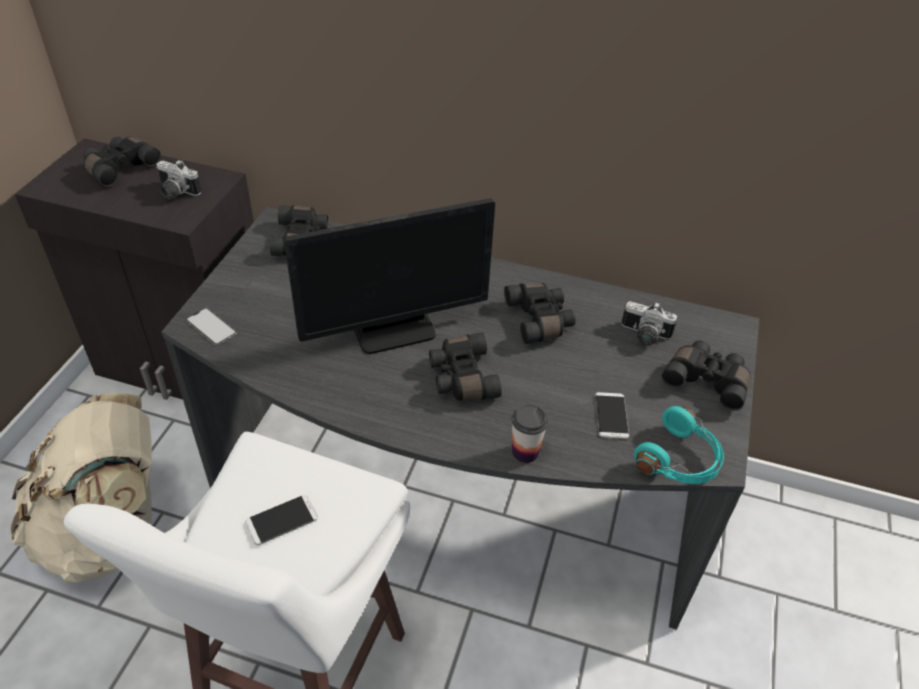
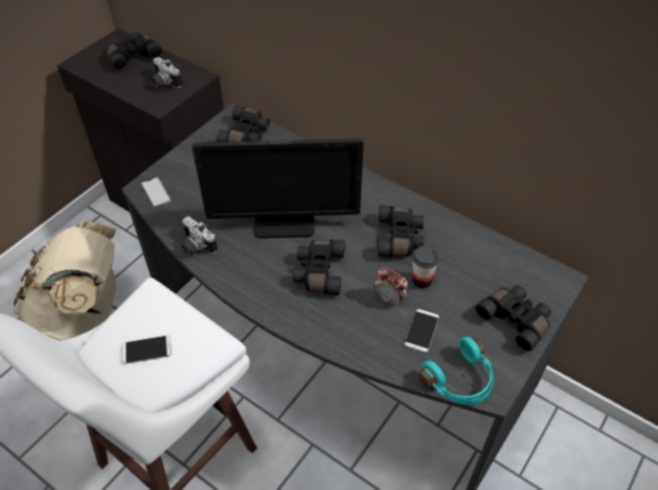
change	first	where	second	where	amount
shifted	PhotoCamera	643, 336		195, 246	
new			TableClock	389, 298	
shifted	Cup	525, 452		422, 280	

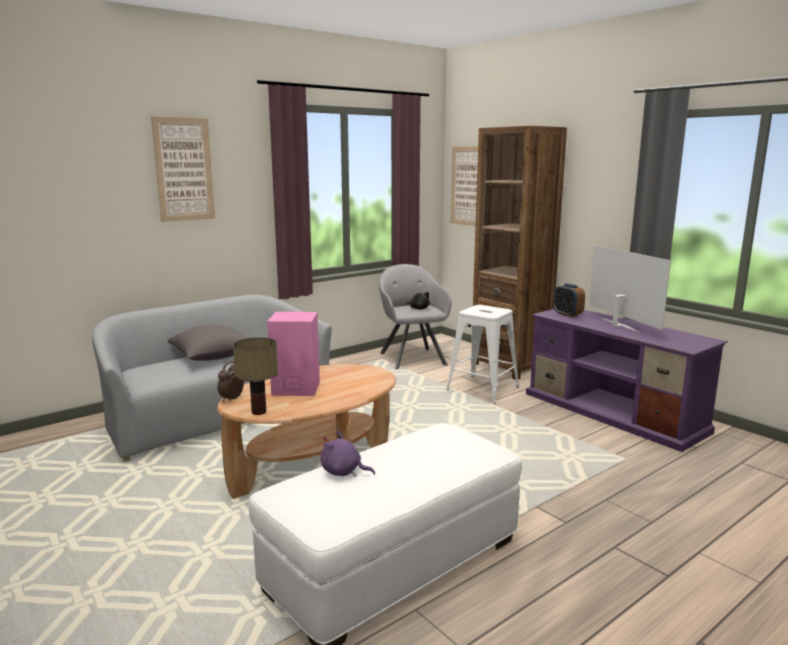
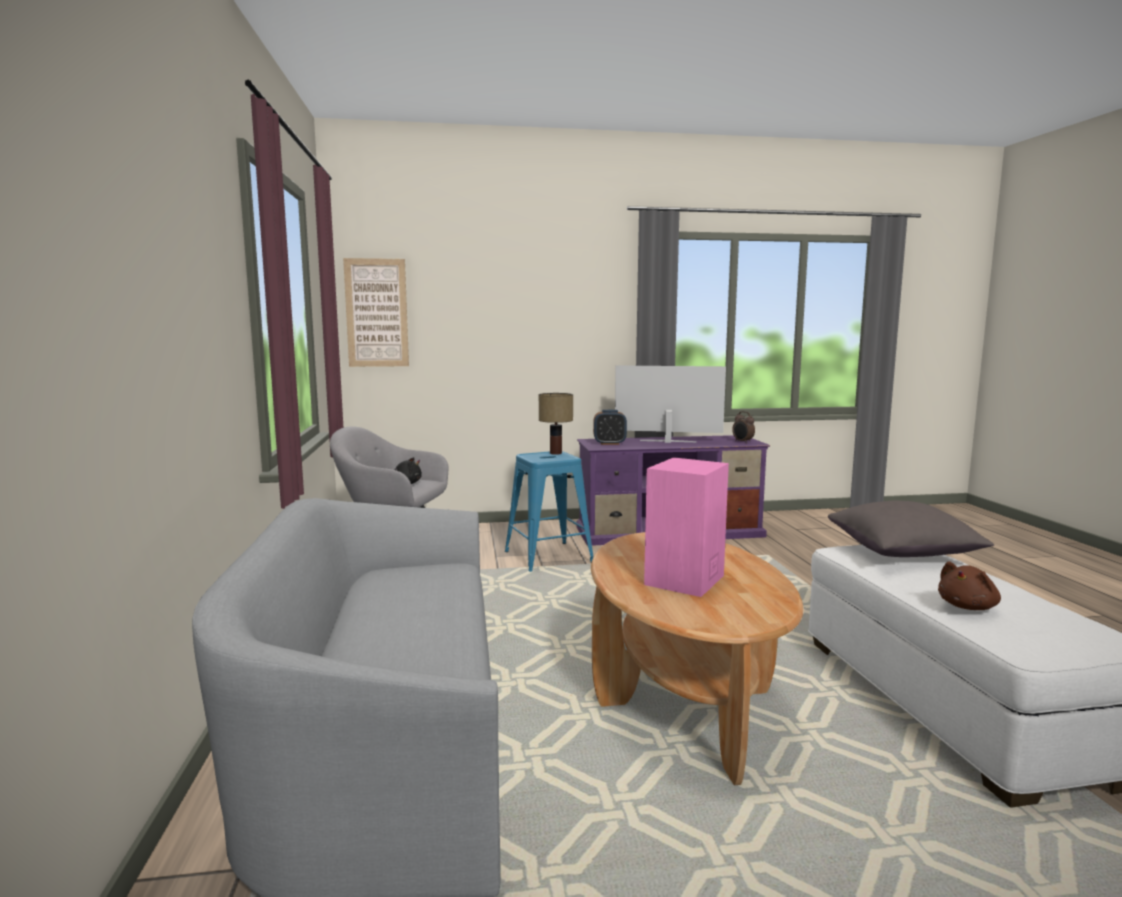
change	first	where	second	where	amount
repainted	WhiteColouredStoolSeat	482, 389	BlueColouredStoolSeat	548, 557	
shifted	TabletopLamp	258, 412		555, 453	
shifted	TableClock	231, 399		742, 442	
shifted	GreyishThrowPillow	211, 357		903, 552	
repainted	PurpleSoftToy	343, 472	BrownishSoftToy	968, 607	
gone	Picture	184, 169			
gone	BrownishBookcase	510, 366			

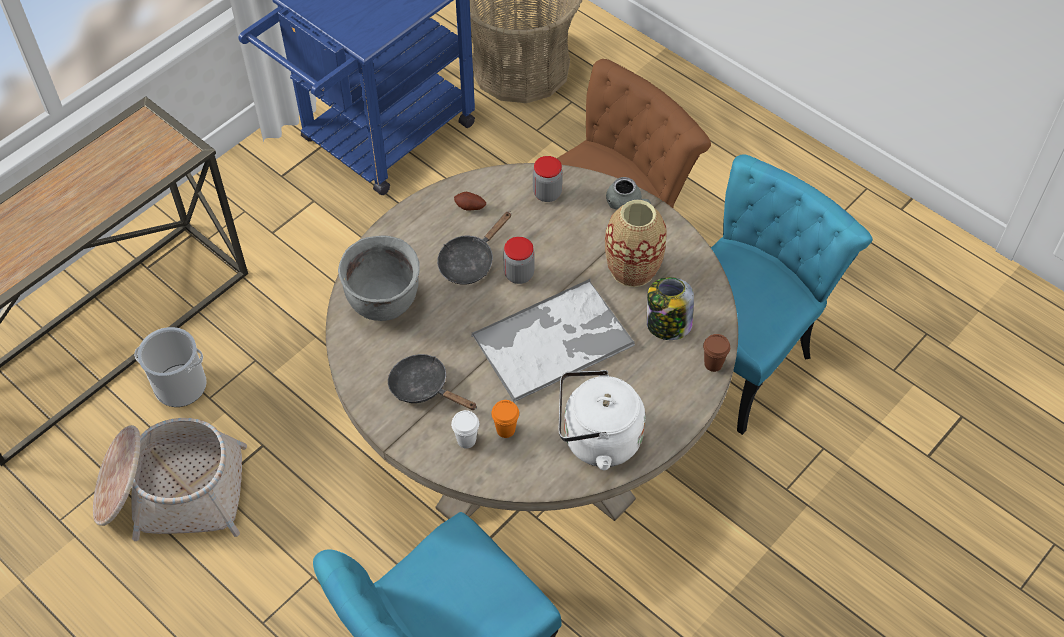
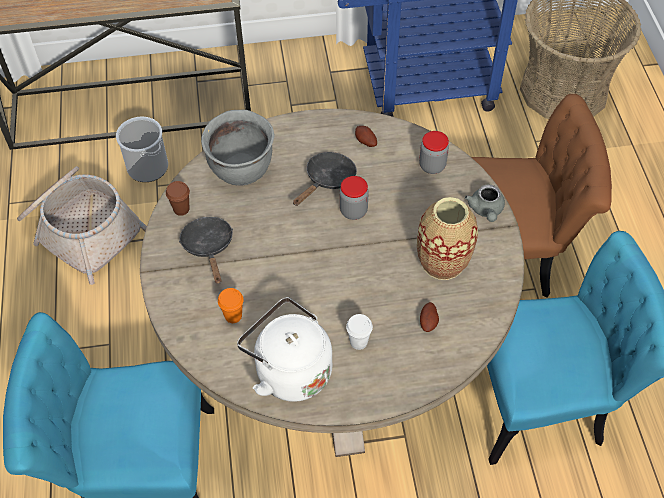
change	first	where	second	where	amount
shifted	BrownishCup	713, 364		181, 209	
rotated	BlackSkillet	470, 261		327, 180	135 degrees clockwise
shifted	WhiteColouredCup	466, 440		358, 342	
swapped	PreserveJar	667, 325	Potato	428, 322	
gone	CarryingTray	554, 340			

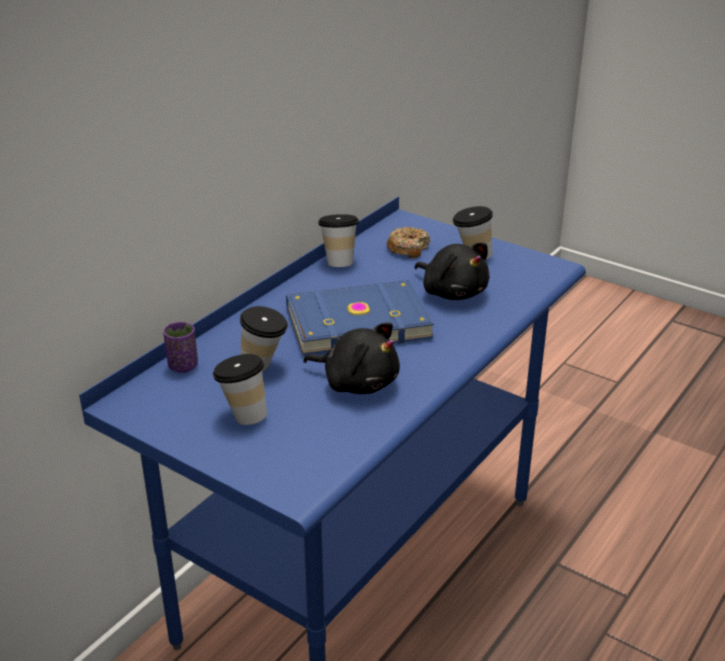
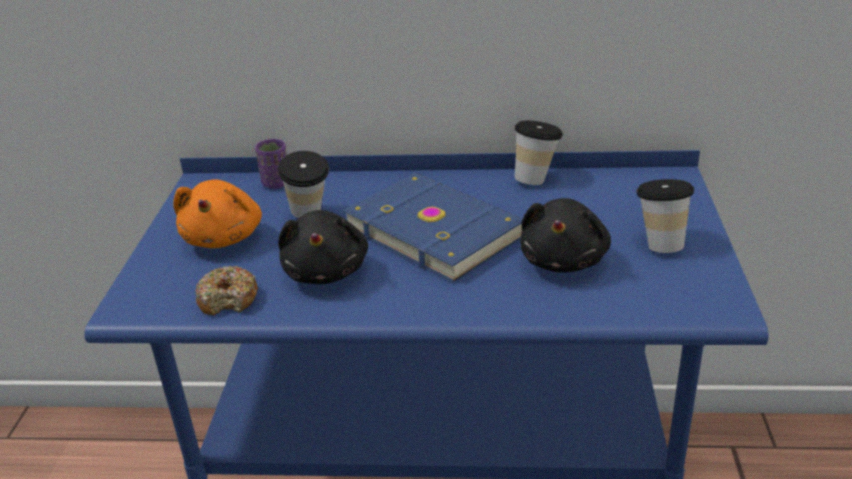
change	first	where	second	where	amount
swapped	Cup	243, 415	OrangeSoftToy	224, 237	
shifted	Donut	408, 248		228, 299	

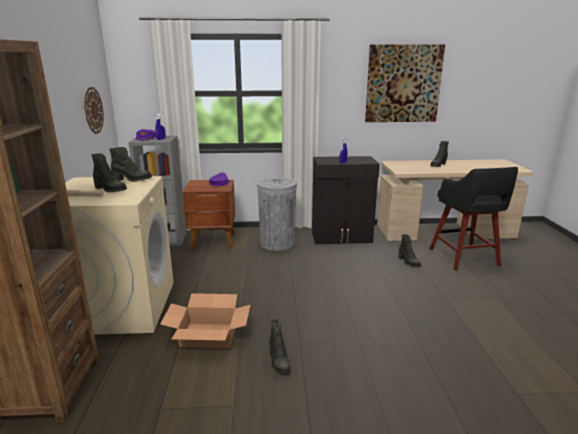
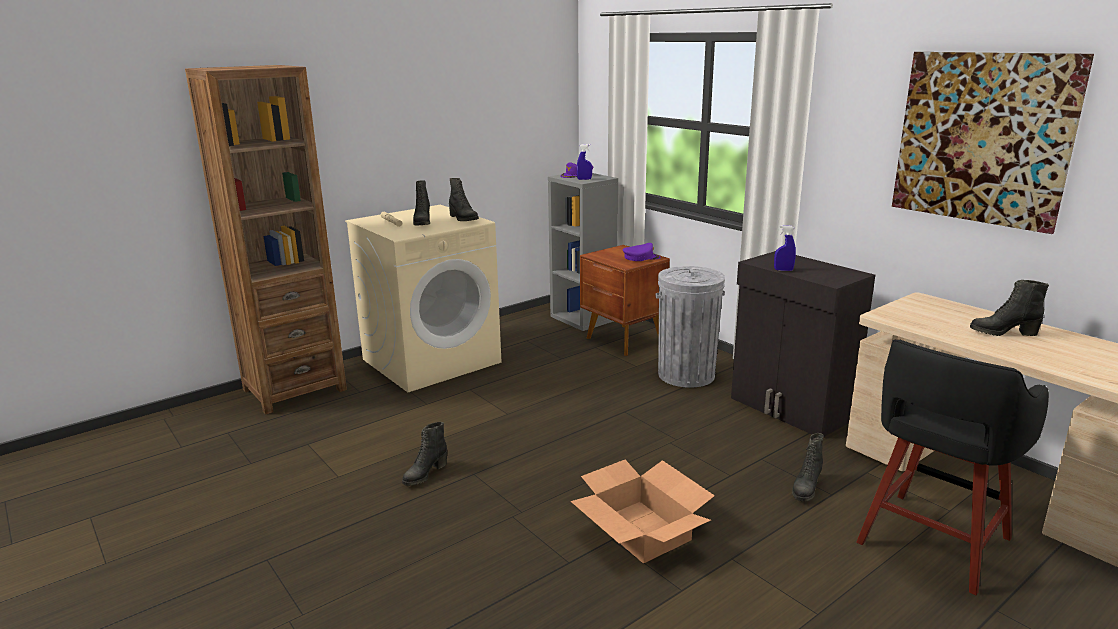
change	first	where	second	where	amount
shifted	CardboardBox	208, 335		641, 531	
gone	HangingClock	93, 110			

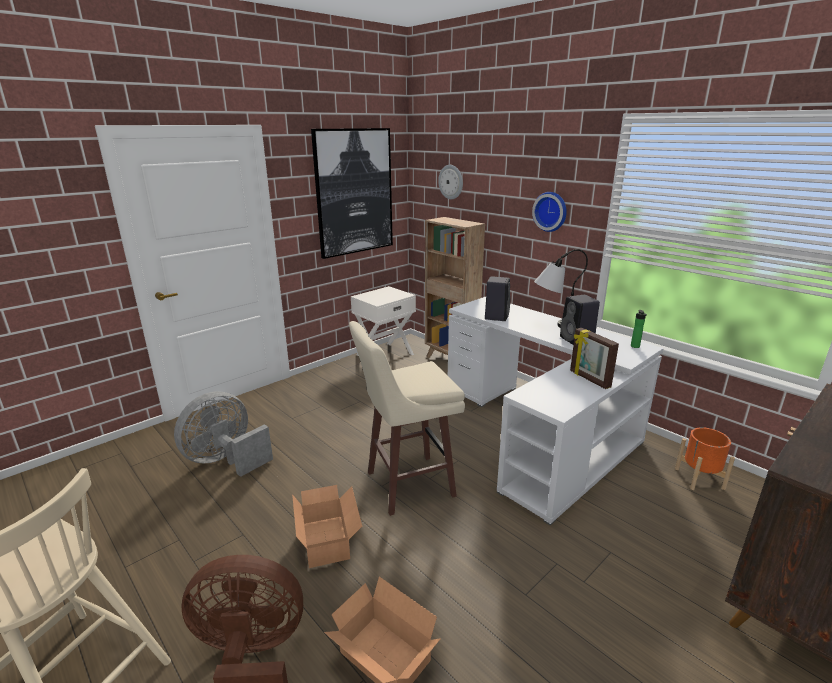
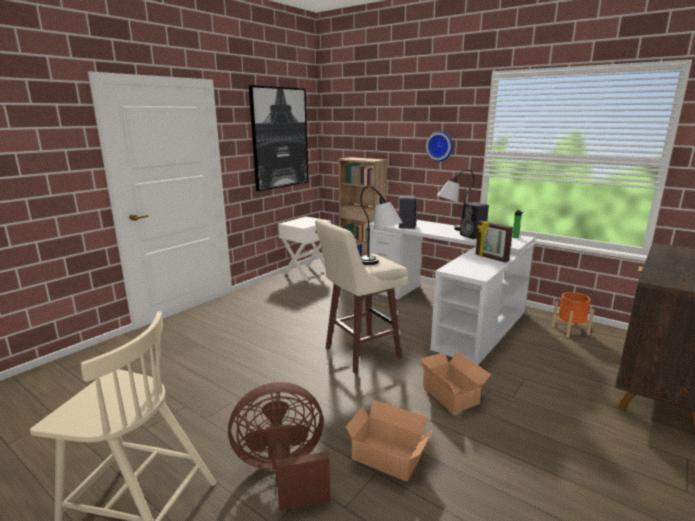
change	first	where	second	where	amount
new			TabletopLamp	379, 265	
shifted	CardboardBox	328, 539		451, 394	
gone	GreyishElectricFan	226, 460			
gone	HangingClock	451, 182			

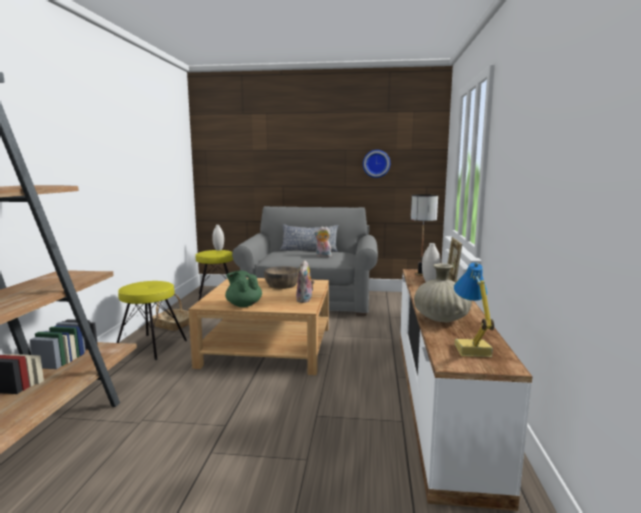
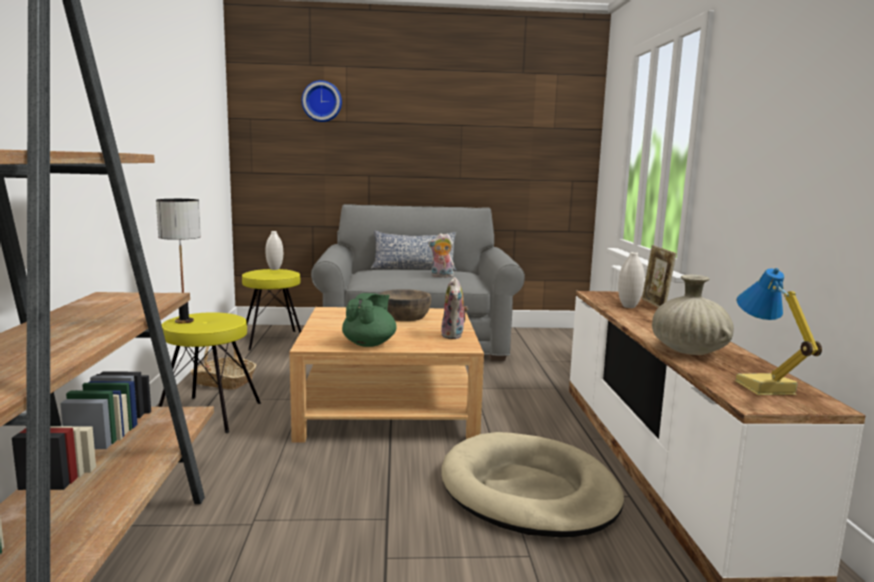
change	first	where	second	where	amount
shifted	TabletopLamp	421, 274		185, 321	
shifted	HangingClock	376, 163		322, 101	
rotated	GreenColouredTeapot	243, 305		369, 344	75 degrees clockwise
new			BeigePetBed	528, 491	

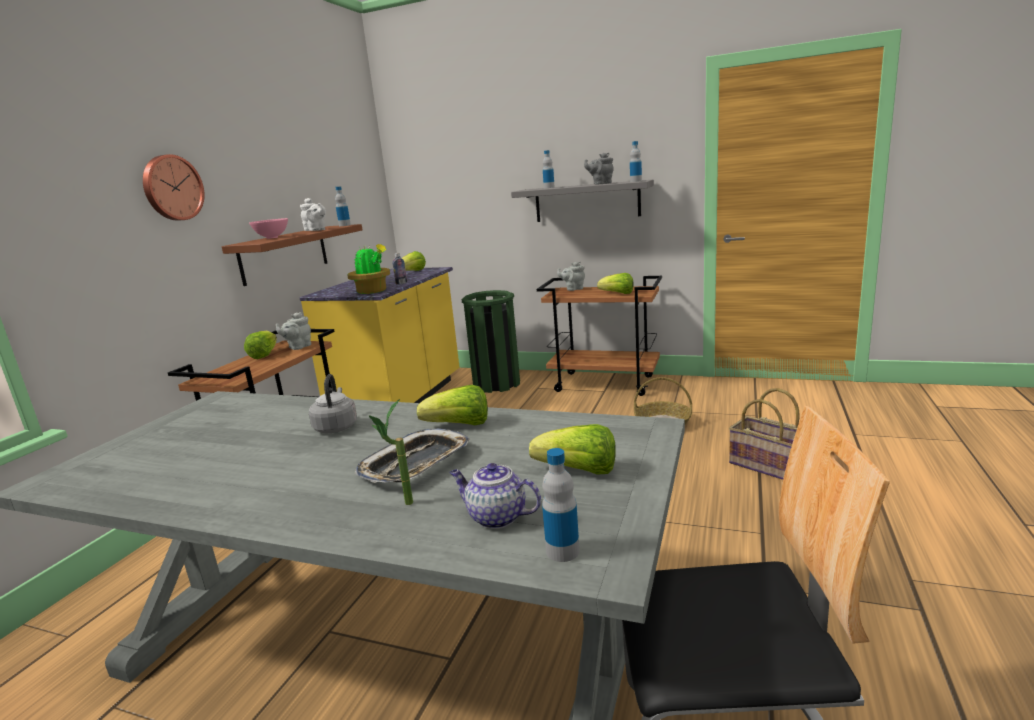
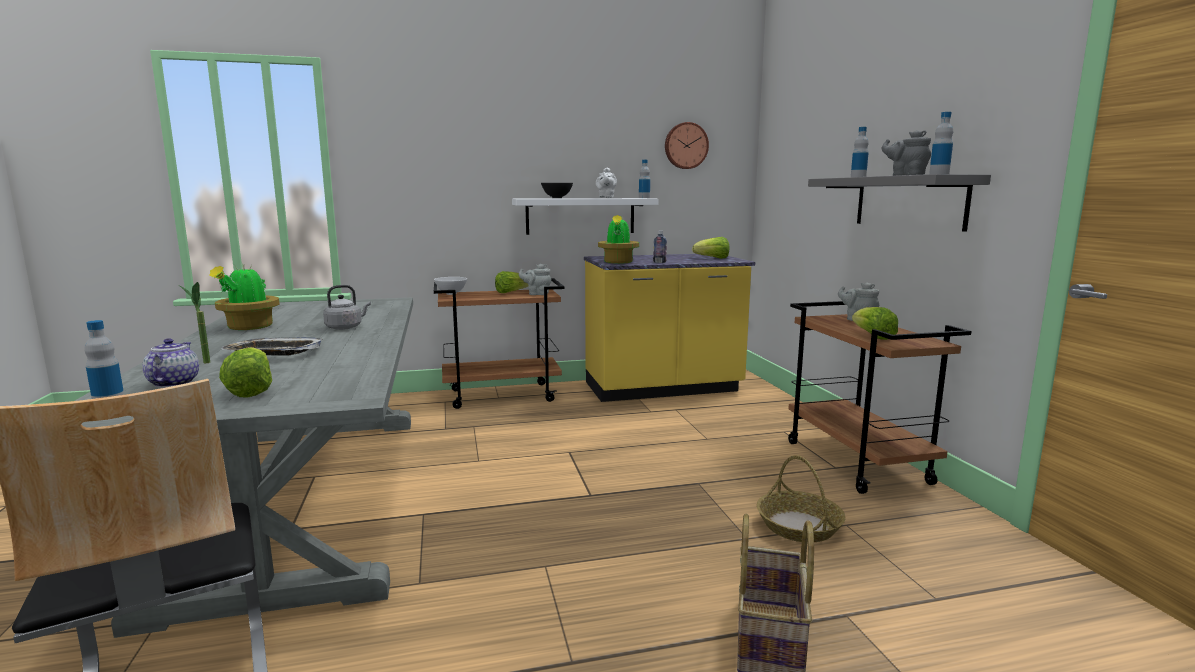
change	first	where	second	where	amount
new			PottedPlant	249, 327	
new			WhiteColouredBowl	451, 293	
repainted	BrownishBracketShelf	284, 254	WhiteColouredBracketShelf	580, 216	
repainted	PinkColouredBowl	272, 237	BlackBowl	557, 198	
shifted	HangingClock	172, 188		685, 146	
gone	LettuceHead	459, 425			
gone	GreenColouredRubbishBin	496, 384			

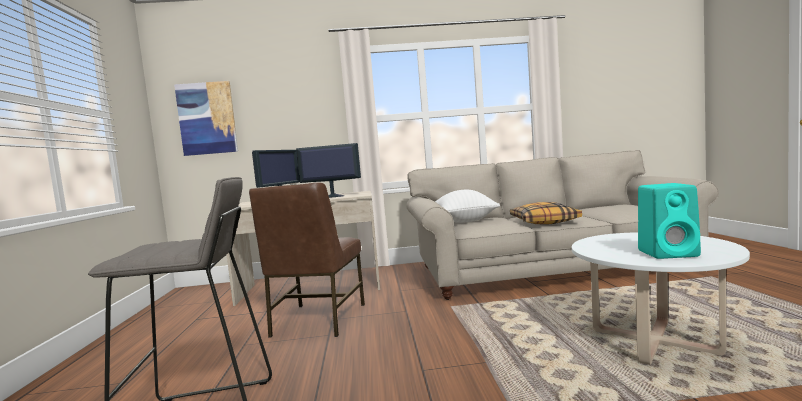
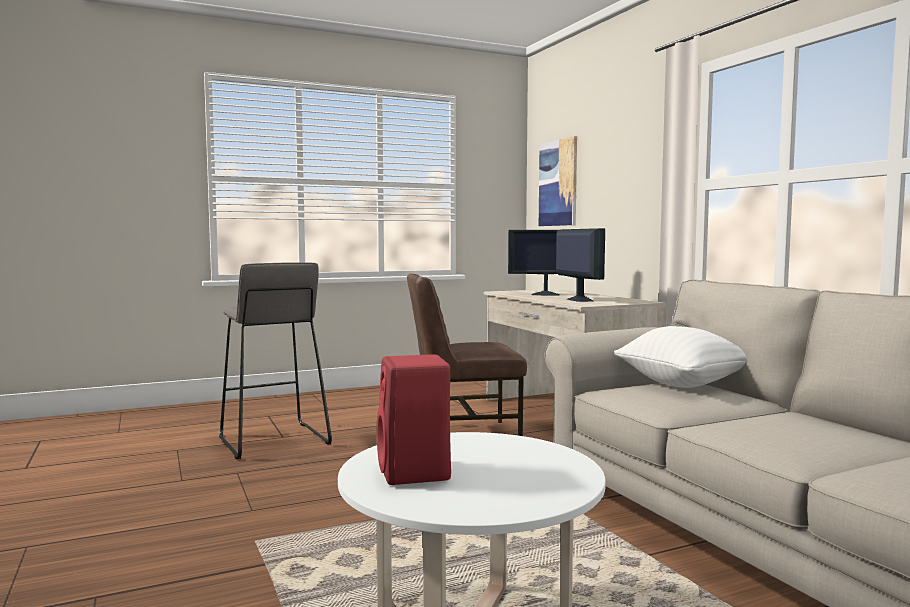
change	first	where	second	where	amount
repainted	TurquoiseSpeaker	669, 253	RedSpeaker	415, 473	
gone	ThrowPillow	544, 221			

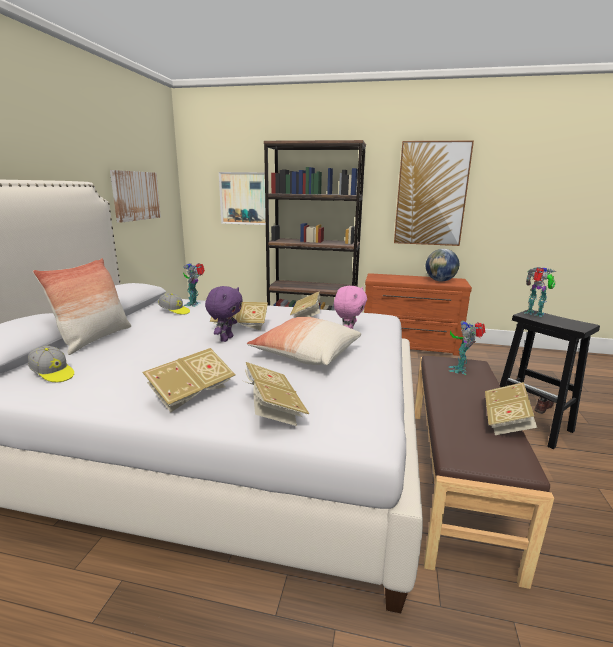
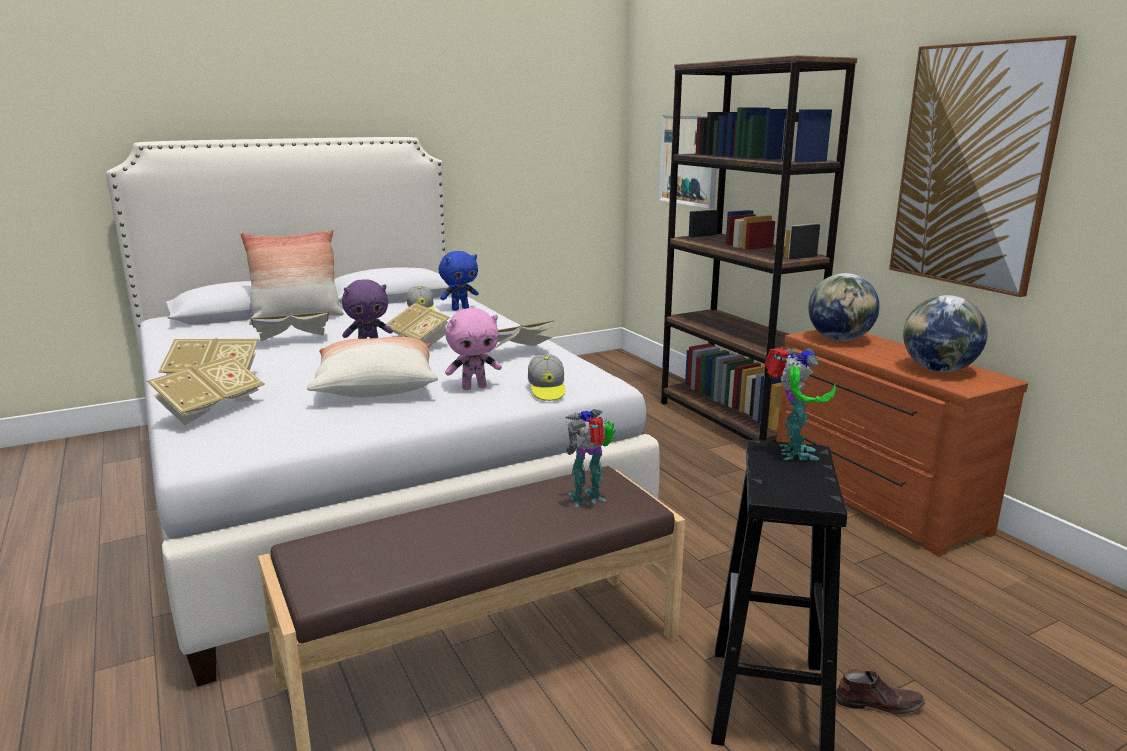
change	first	where	second	where	amount
shifted	Book	506, 422		293, 341	
swapped	RobotFigure	194, 304	BlueColouredSoftToy	460, 309	
shifted	Cap	53, 374		547, 390	
new			WorldGlobe	840, 339	
gone	Picture	135, 196			

